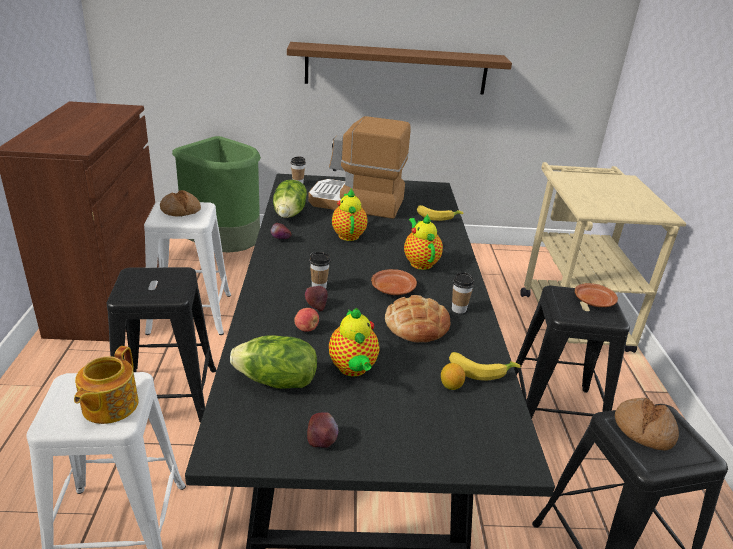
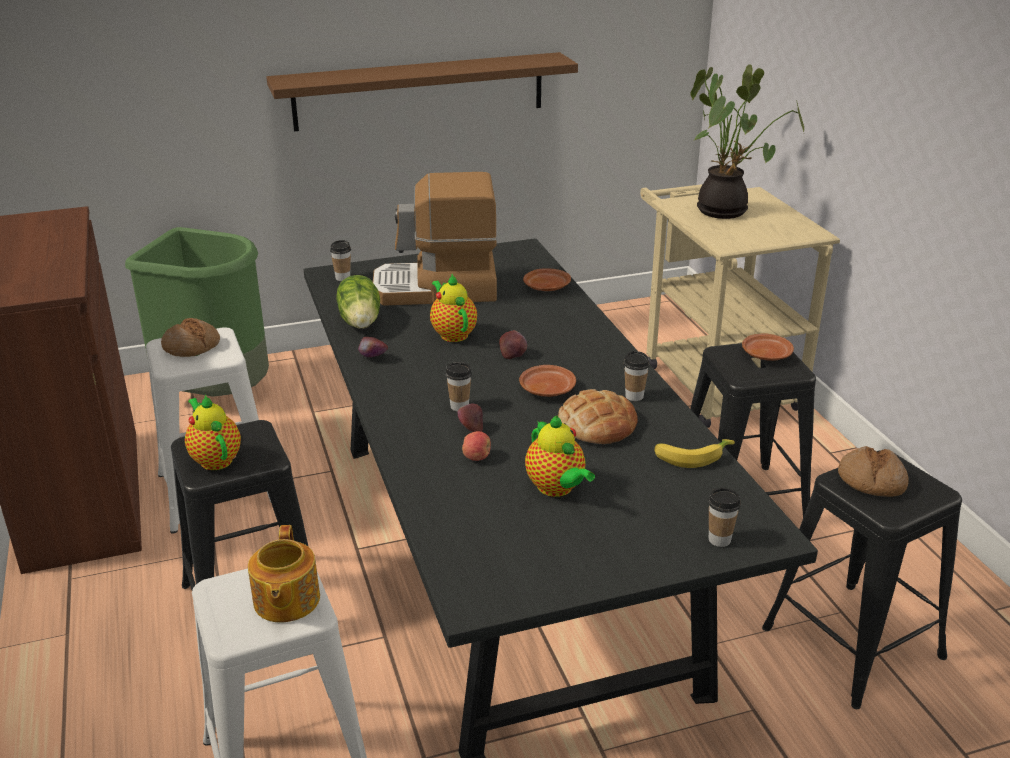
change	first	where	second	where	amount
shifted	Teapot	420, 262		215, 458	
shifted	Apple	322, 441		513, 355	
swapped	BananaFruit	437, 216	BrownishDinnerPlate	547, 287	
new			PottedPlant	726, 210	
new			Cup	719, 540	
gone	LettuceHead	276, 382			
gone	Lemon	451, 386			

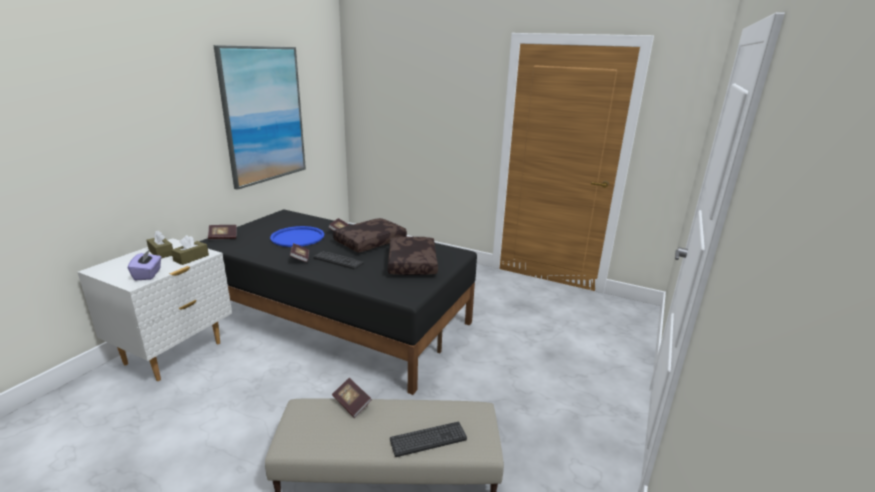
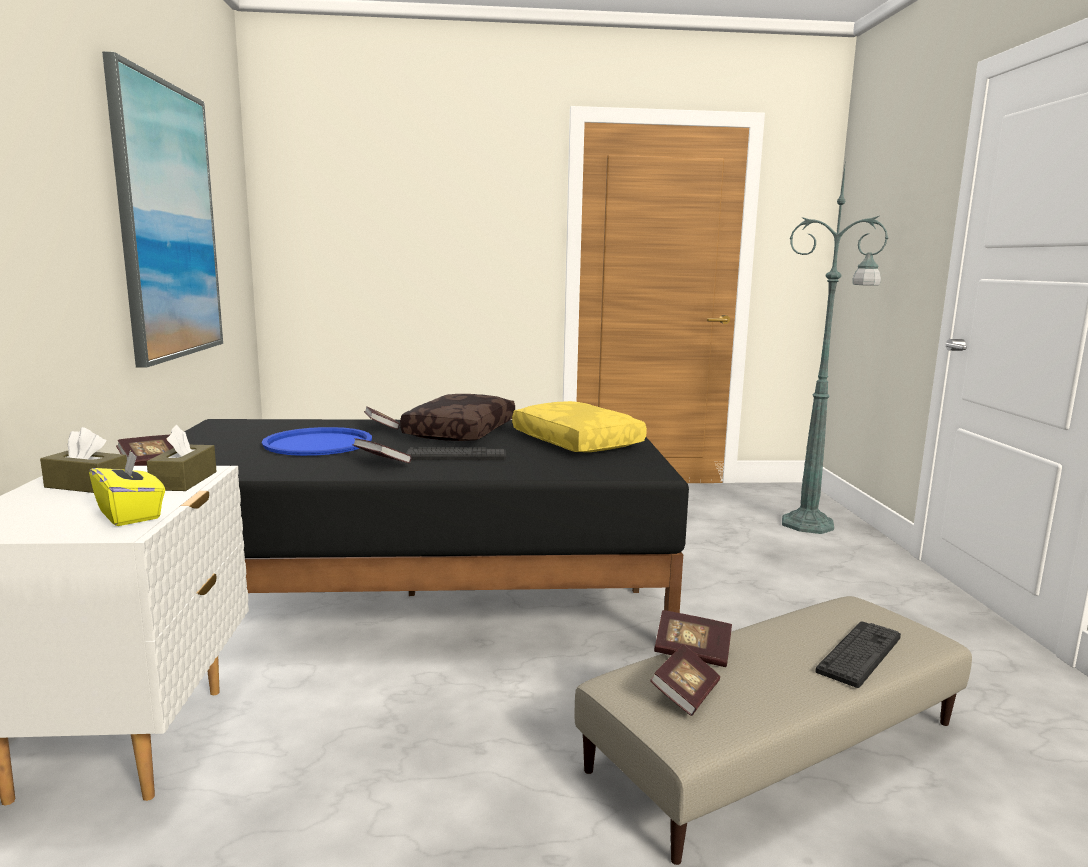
change	first	where	second	where	amount
repainted	PurpleBoxOfTissues	148, 274	YellowBoxOfTissues	130, 514	
repainted	BrownishThrowPillow	411, 263	YellowThrowPillow	574, 441	
new			Book	685, 694	
new			GreenColouredFloorLamp	810, 525	

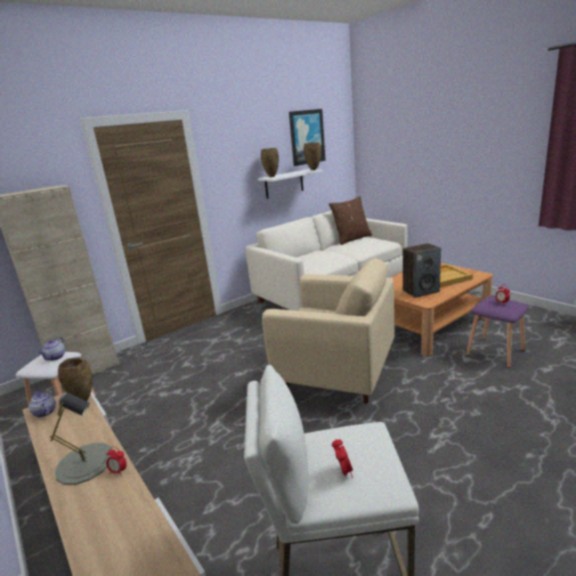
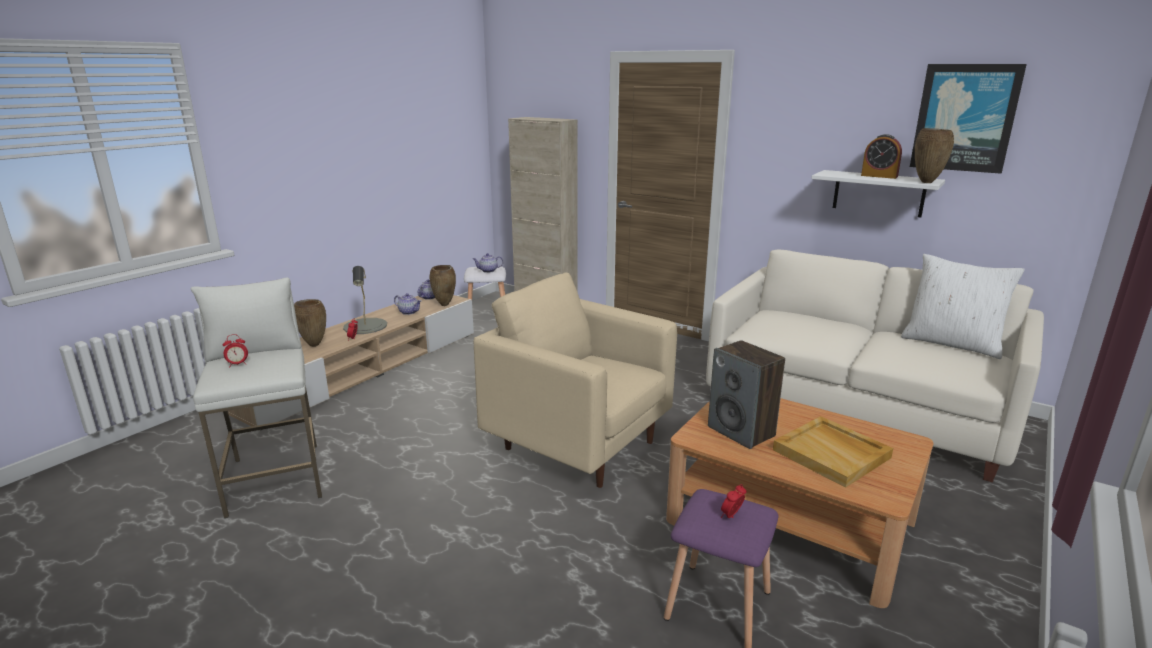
change	first	where	second	where	amount
shifted	BrownishDecorativeVase	271, 177		315, 345	
new			Teapot	409, 312	
rotated	BeigeArmchair	336, 376		578, 444	120 degrees clockwise
new			TableClock	879, 176	
repainted	BrownishThrowPillow	352, 239	WhiteColouredThrowPillow	951, 343	

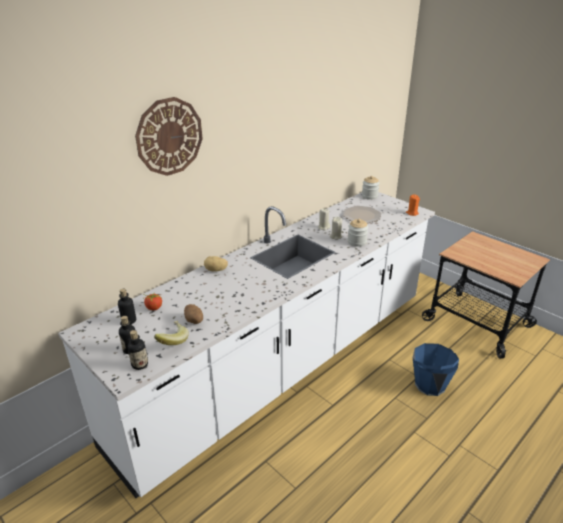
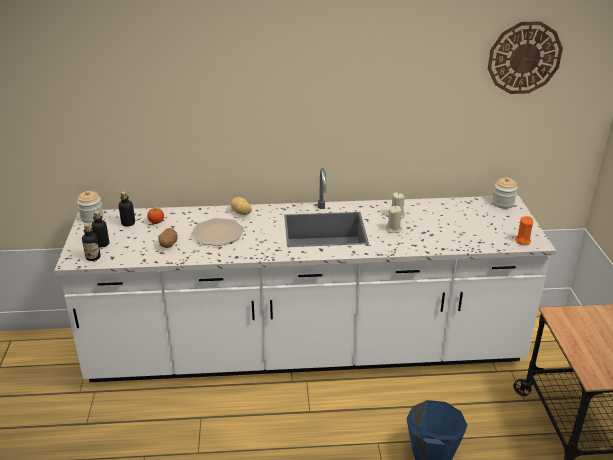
change	first	where	second	where	amount
shifted	PreserveJar	357, 242		92, 218	
shifted	DinnerPlate	361, 215		217, 233	
shifted	HangingClock	169, 137		524, 58	
gone	BananaFruit	171, 340			

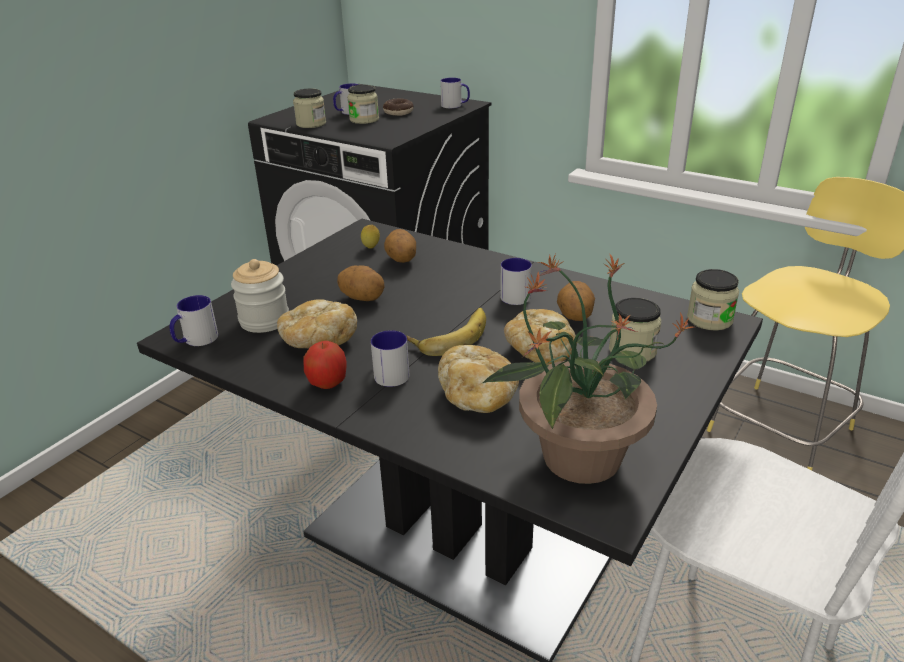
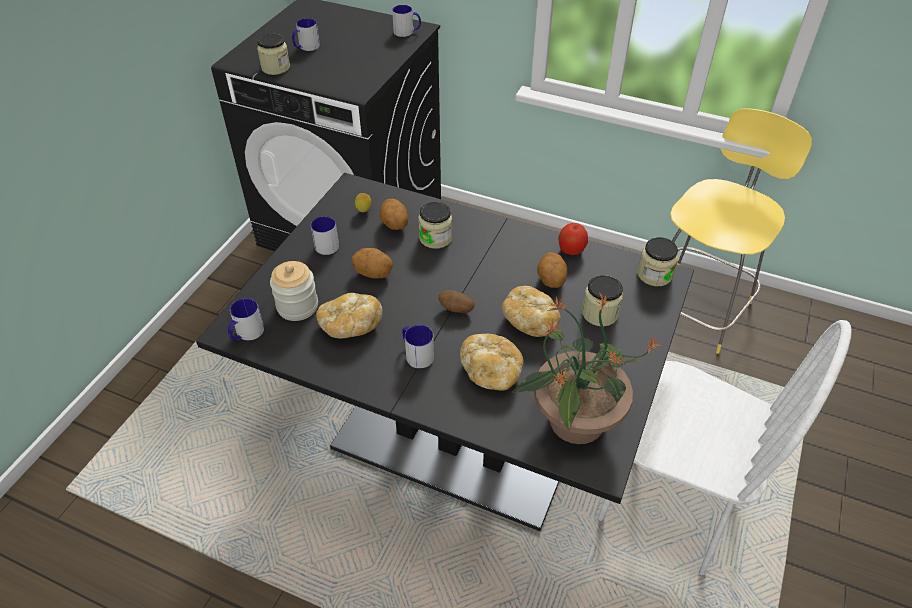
change	first	where	second	where	amount
shifted	Mug	516, 294		327, 243	
shifted	PreserveJar	364, 119		435, 238	
swapped	BananaFruit	450, 335	Potato	456, 309	
shifted	Apple	328, 383		571, 250	
gone	Donut	398, 112			

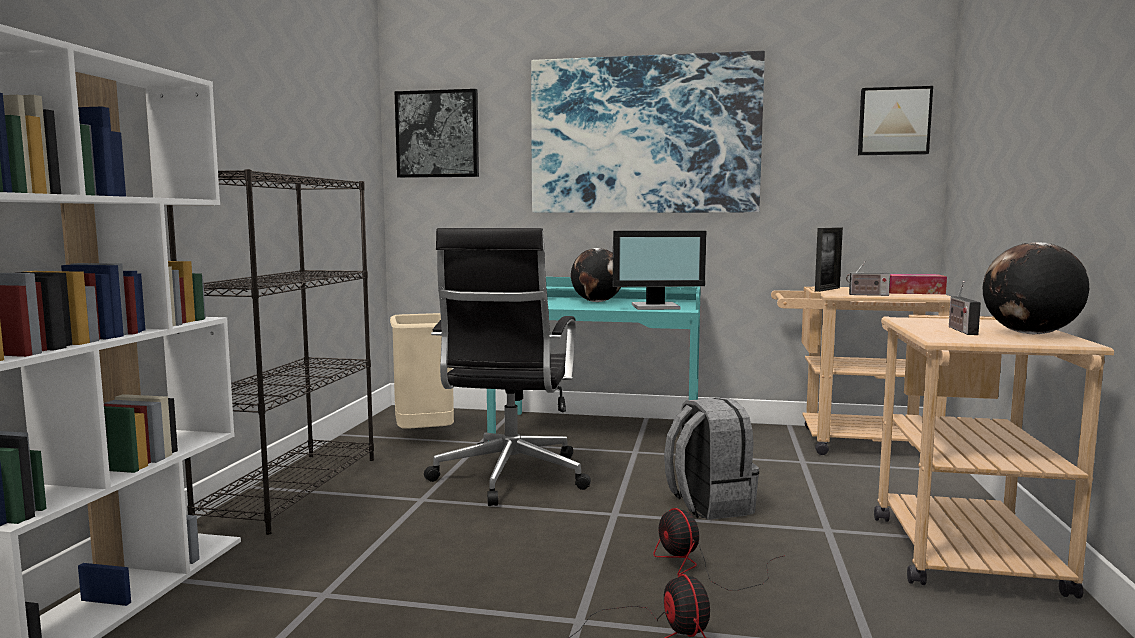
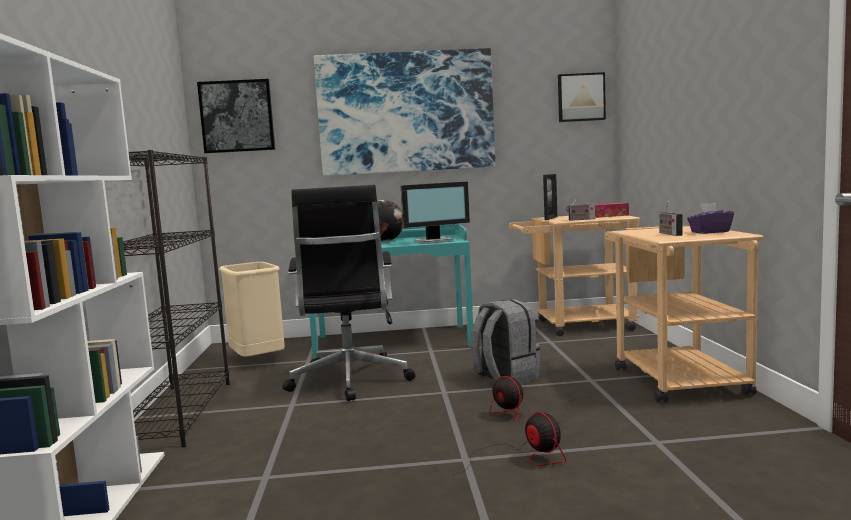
change	first	where	second	where	amount
swapped	WorldGlobe	1029, 334	PurpleBoxOfTissues	709, 232	

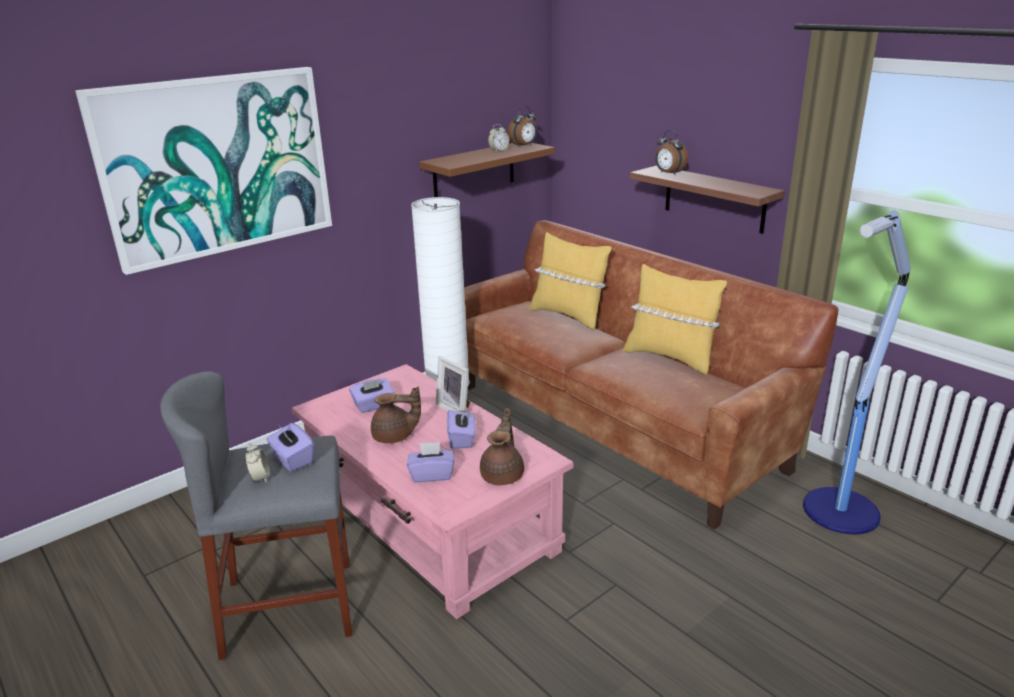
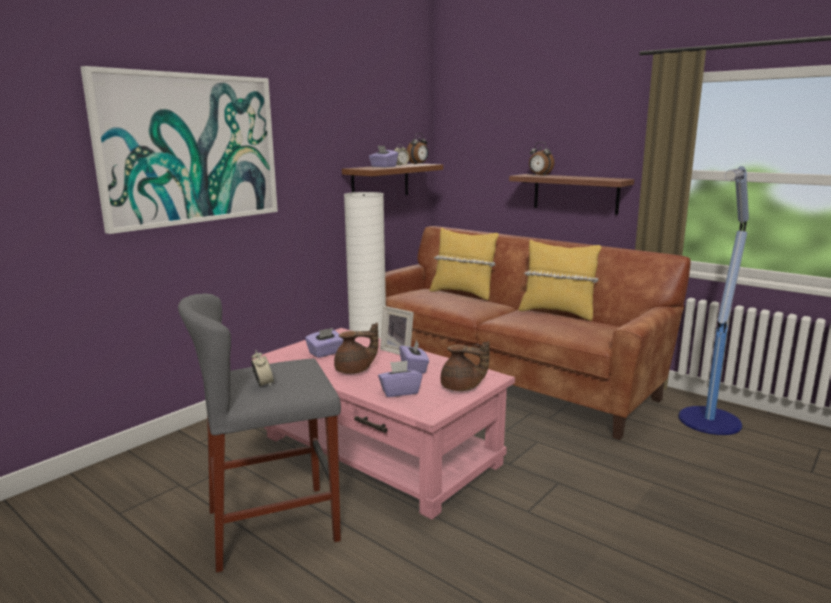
change	first	where	second	where	amount
shifted	PurpleBoxOfTissues	292, 460		383, 166	
rotated	BrownishTeapot	503, 475		461, 388	105 degrees clockwise

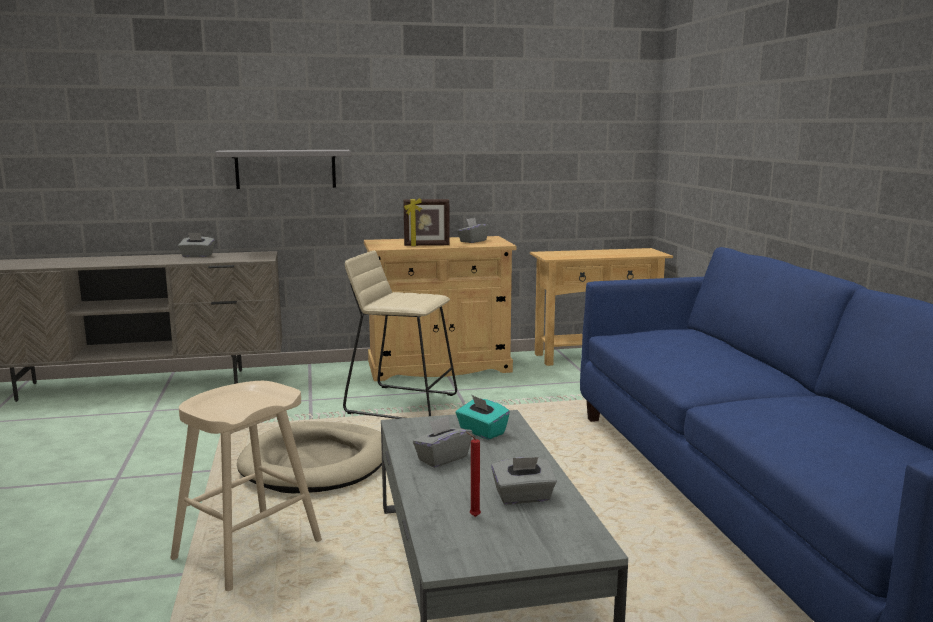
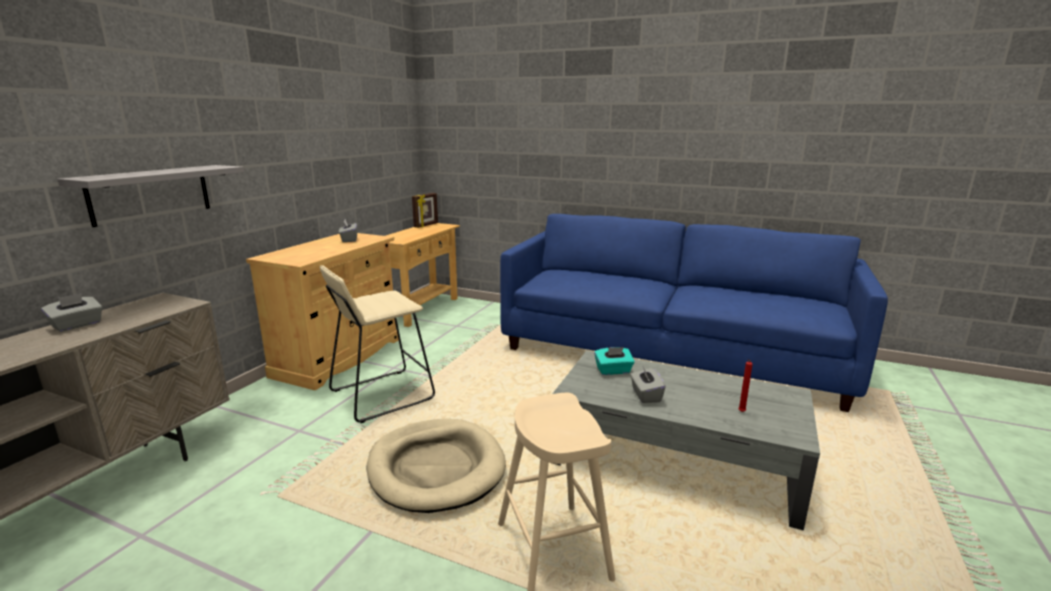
change	first	where	second	where	amount
shifted	StandingFrame	426, 245		426, 225	
gone	GreyishBoxOfTissues	523, 497			

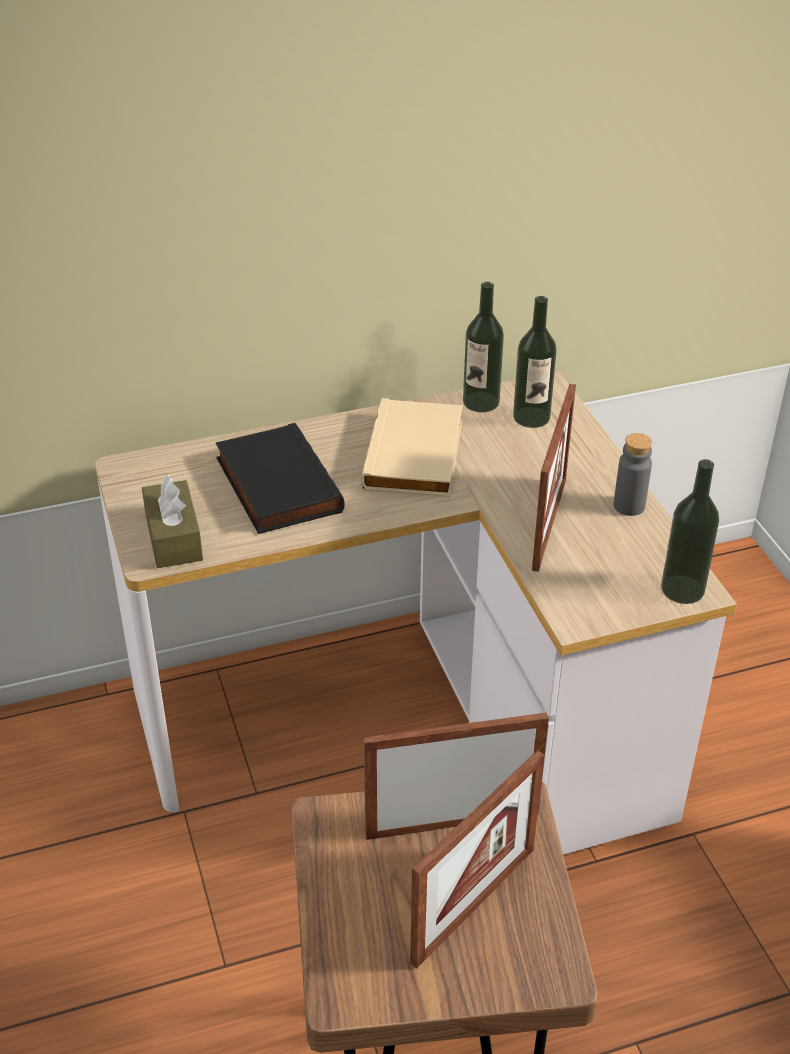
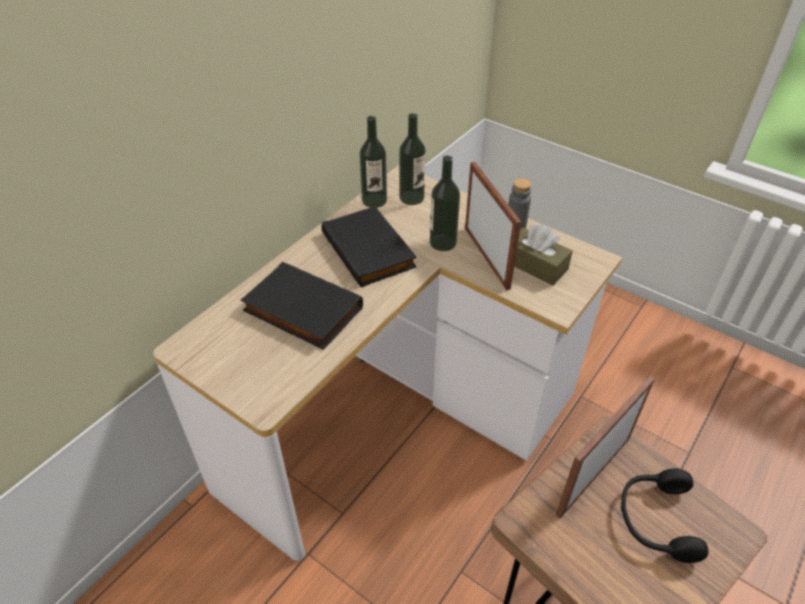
change	first	where	second	where	amount
repainted	BeigeBook	417, 455	BlackBook	370, 250	
shifted	BeverageBottle	682, 589		443, 242	
shifted	BrownishBoxOfTissues	174, 537		535, 265	
swapped	StandingFrame	474, 905	BlackHeadphones	655, 520	

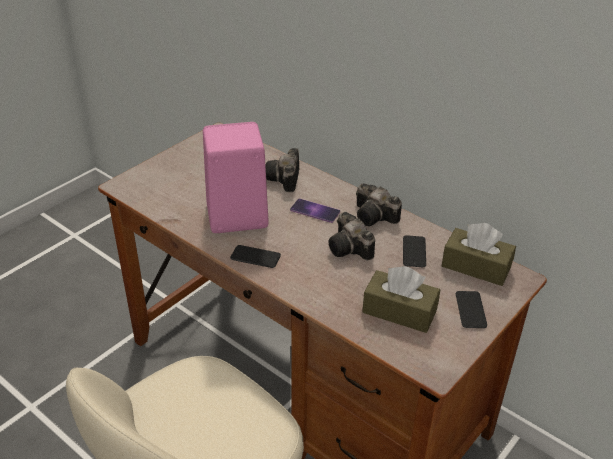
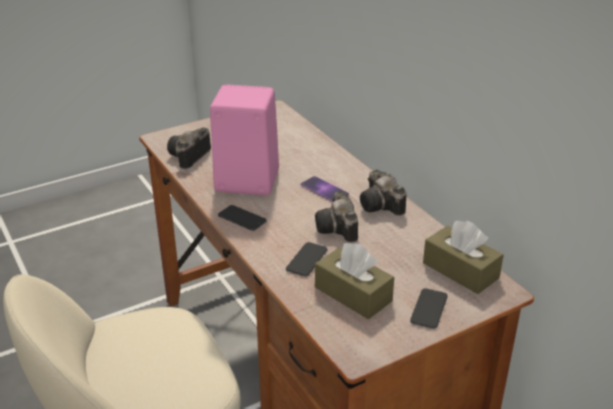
change	first	where	second	where	amount
shifted	PhotoCamera	285, 180		188, 157	
shifted	Phone	414, 252		307, 260	

